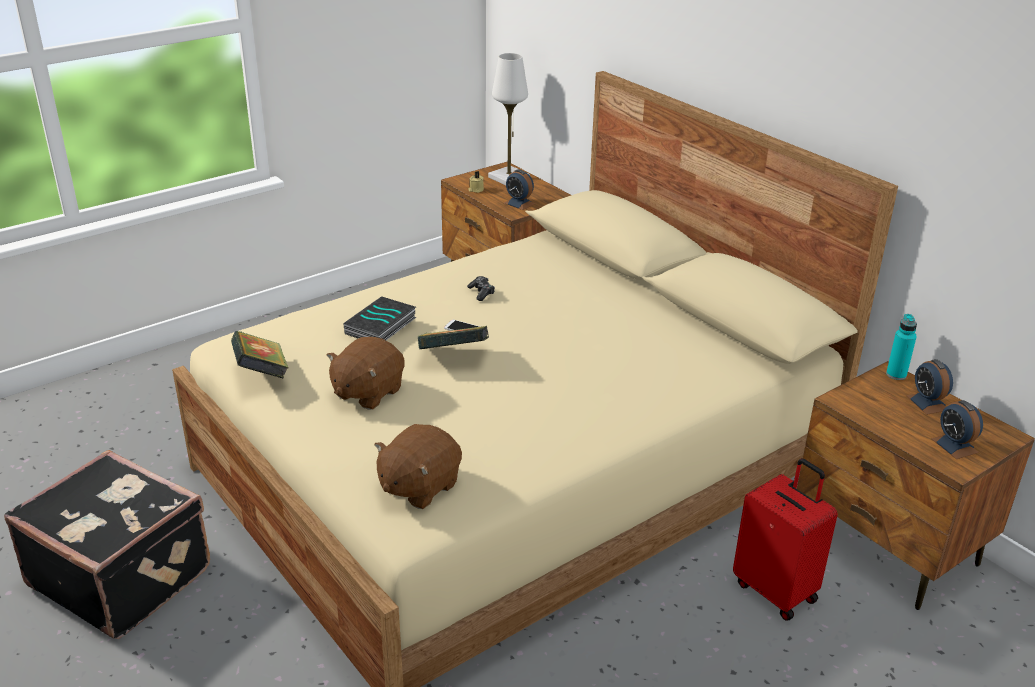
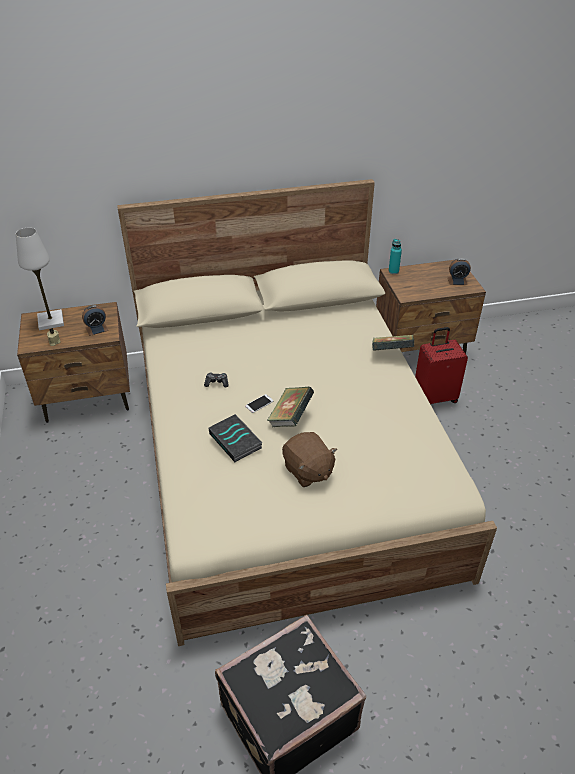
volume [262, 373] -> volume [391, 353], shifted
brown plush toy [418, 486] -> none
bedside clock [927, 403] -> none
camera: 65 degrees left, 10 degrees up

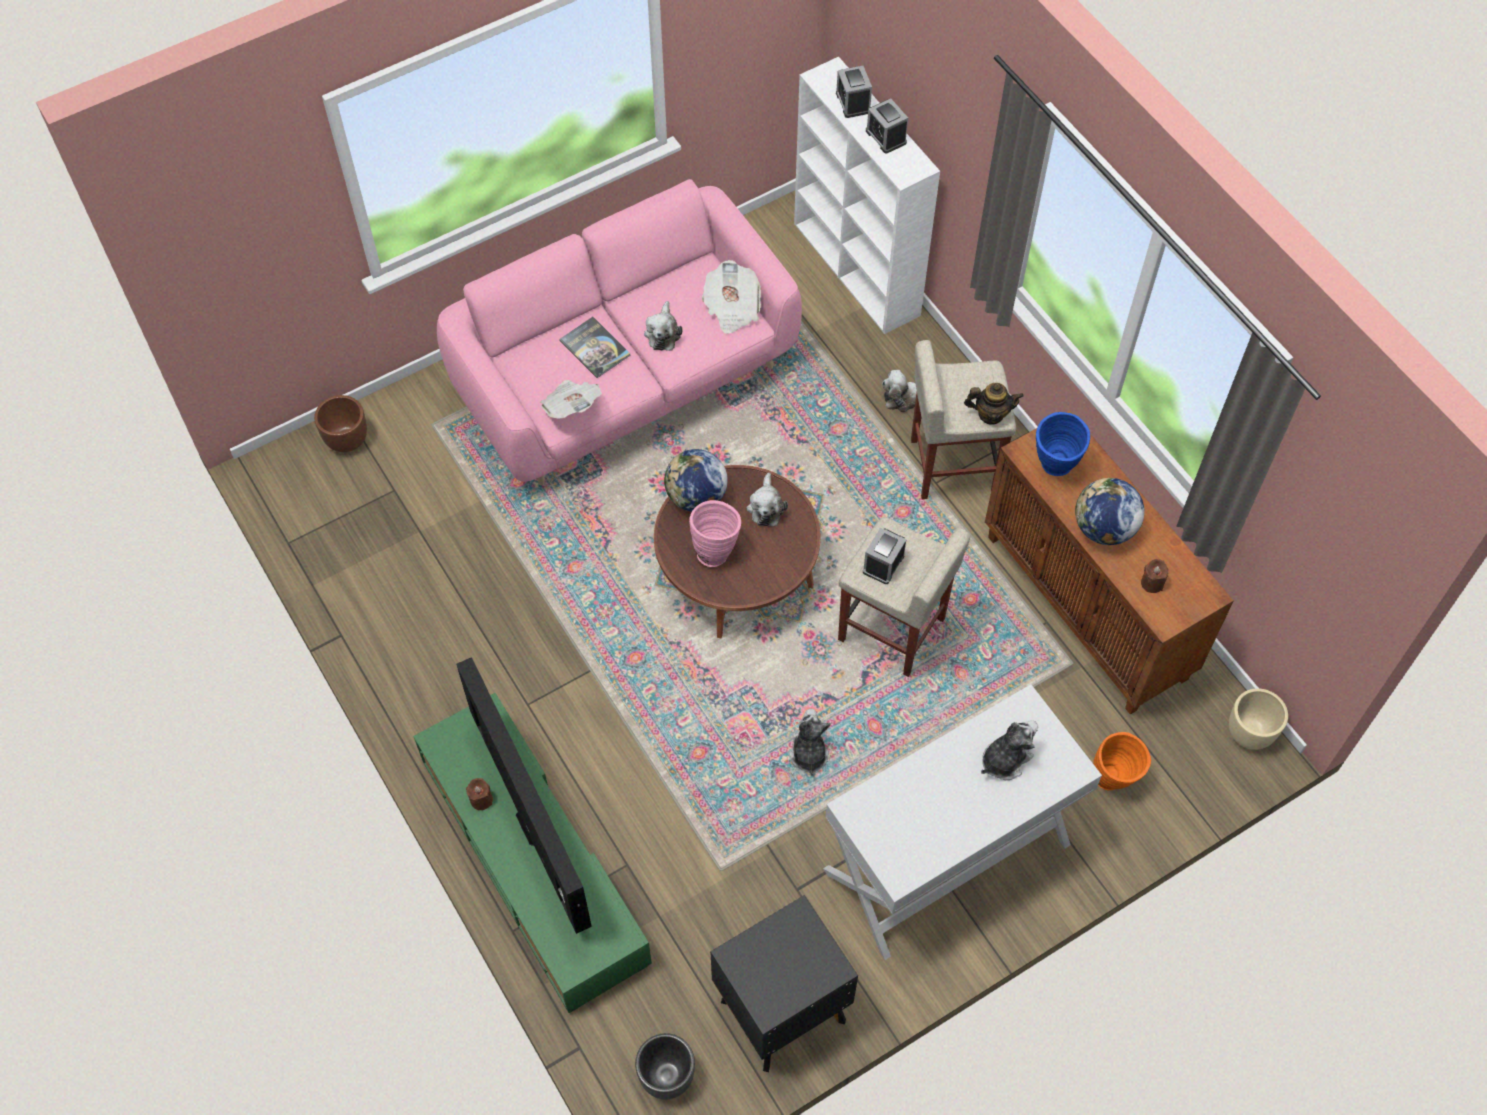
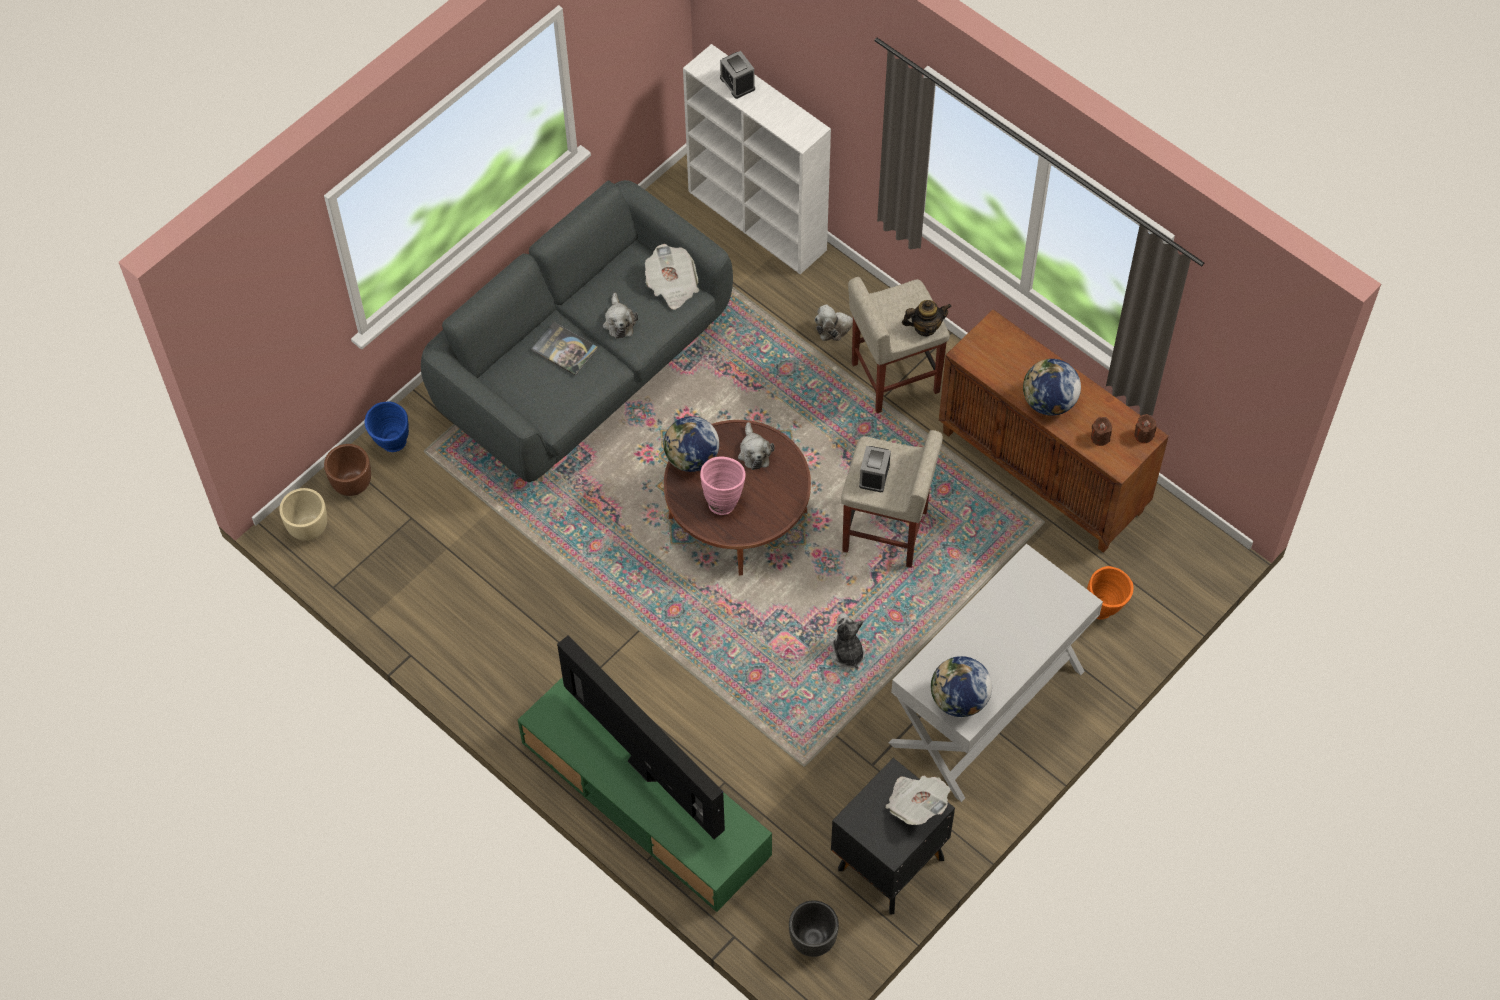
pink settee [624, 379] -> grey settee [582, 369]
brown candle [481, 799] -> brown candle [1143, 435], shifted
printed paper [571, 407] -> printed paper [916, 804], shifted
bedside clock [886, 137] -> none
plush toy [1004, 759] -> none
bluish decorative vase [1054, 469] -> bluish decorative vase [393, 447], shifted
beige planter [1250, 733] -> beige planter [308, 528], shifted
none -> globe [959, 700]
camera: 15 degrees left, 0 degrees up

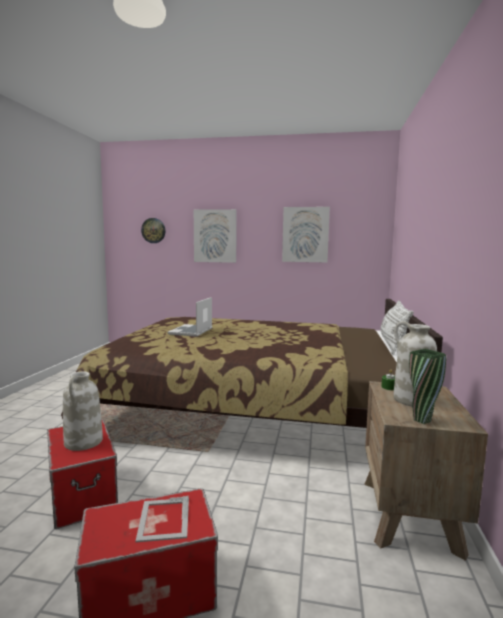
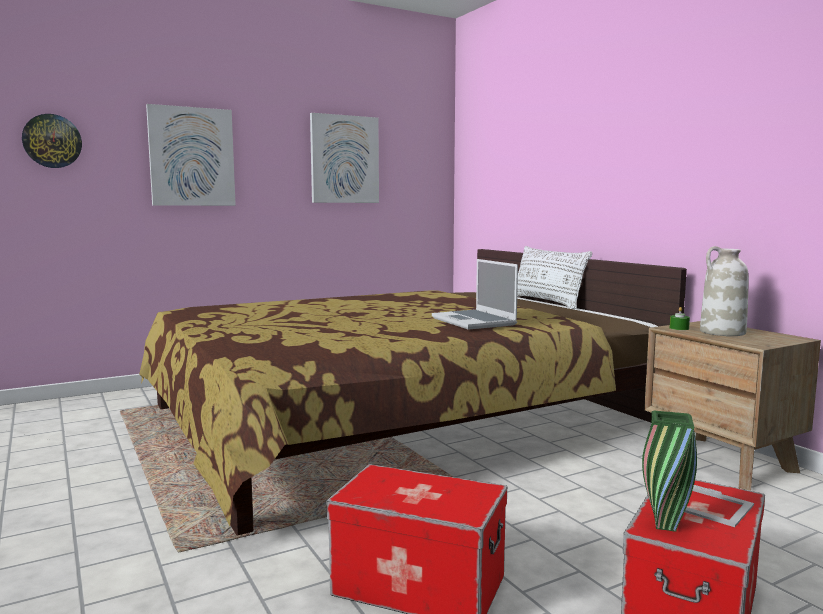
whitish decorative vase [83, 442] -> none
notebook computer [191, 331] -> notebook computer [475, 321], shifted
green-coloured decorative vase [422, 420] -> green-coloured decorative vase [665, 526], shifted
camera: 40 degrees left, 0 degrees up

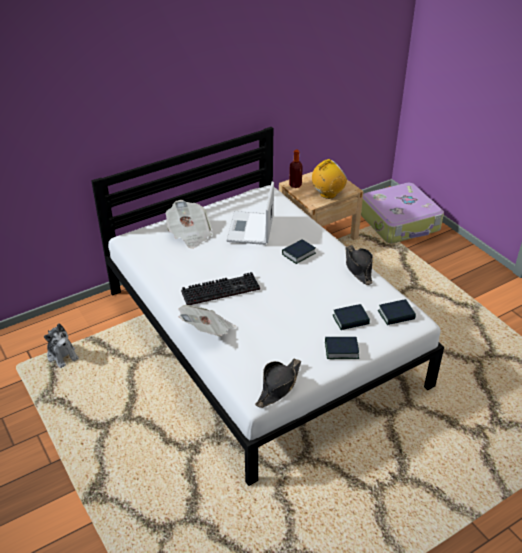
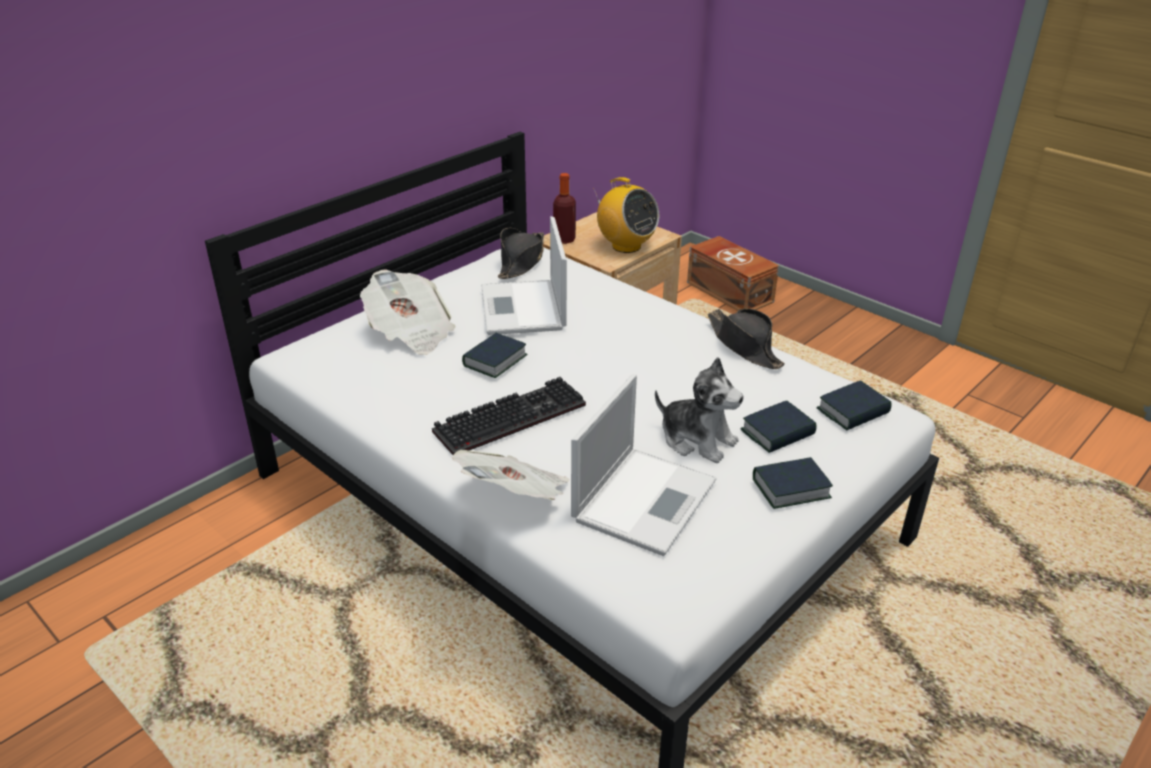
plush toy [62, 355] -> plush toy [697, 440], shifted
black clothing hat [278, 386] -> black clothing hat [521, 261], shifted
volume [298, 254] -> volume [495, 360], shifted
radio receiver [328, 194] -> radio receiver [626, 246], 90 degrees clockwise
piece of luggage [400, 222] -> brown storage bin [729, 291]
none -> notebook computer [645, 498]
camera: 15 degrees left, 5 degrees down

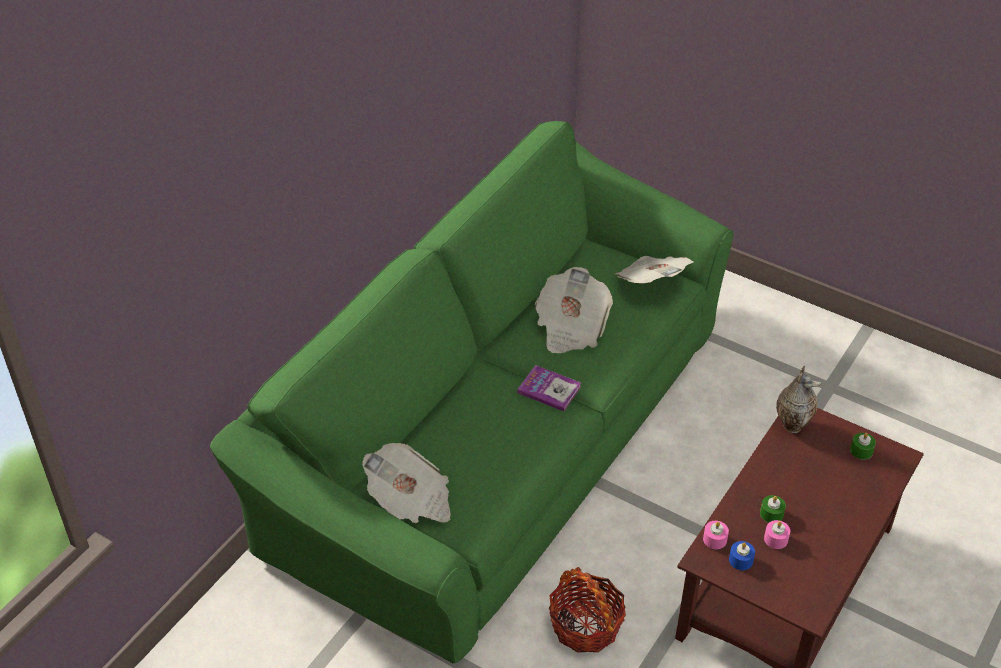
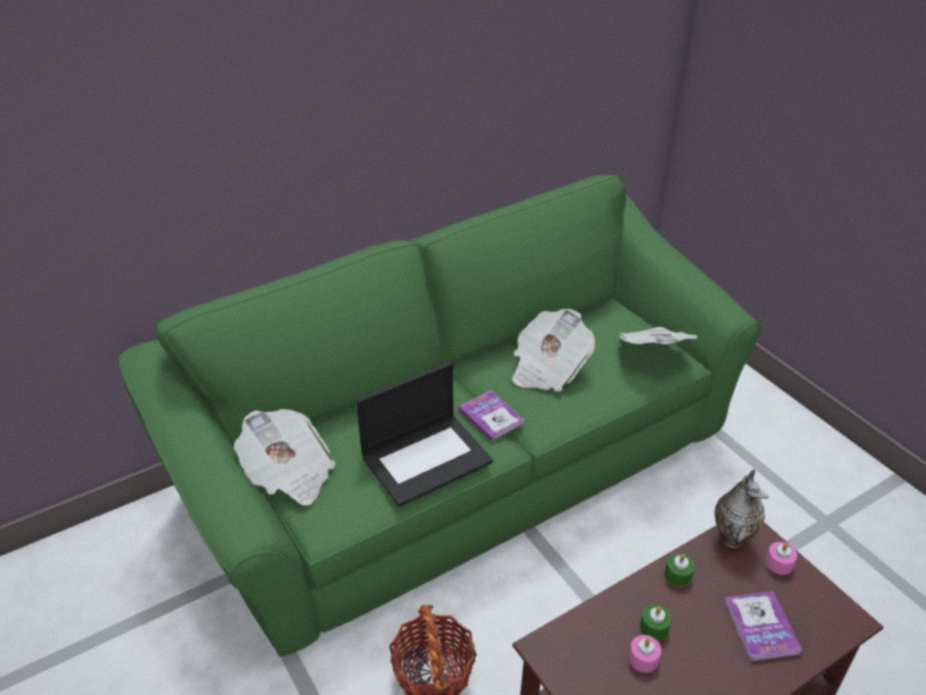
pink candle [715, 539] -> pink candle [779, 563], shifted
bluish candle [741, 560] -> none
green-coloured candle [861, 451] -> green-coloured candle [678, 575], shifted
none -> notebook computer [427, 458]
none -> volume [761, 627]
camera: 25 degrees right, 5 degrees down

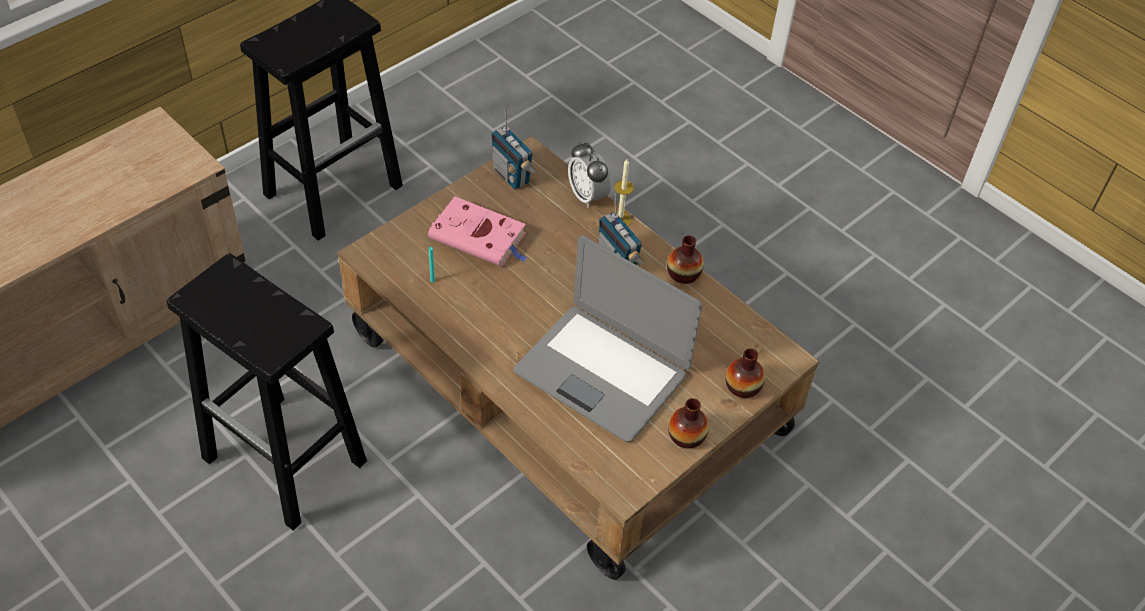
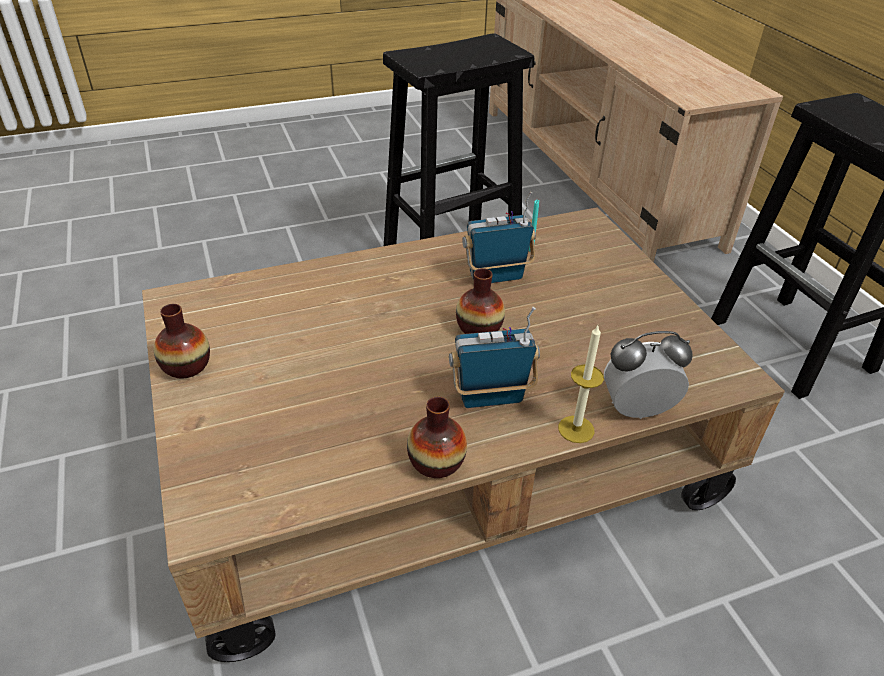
pink volume [480, 237] -> none
radio receiver [512, 176] -> radio receiver [496, 277], shifted
notebook computer [602, 372] -> none
decorative vase [742, 386] -> decorative vase [479, 328], shifted
camera: 115 degrees right, 10 degrees down

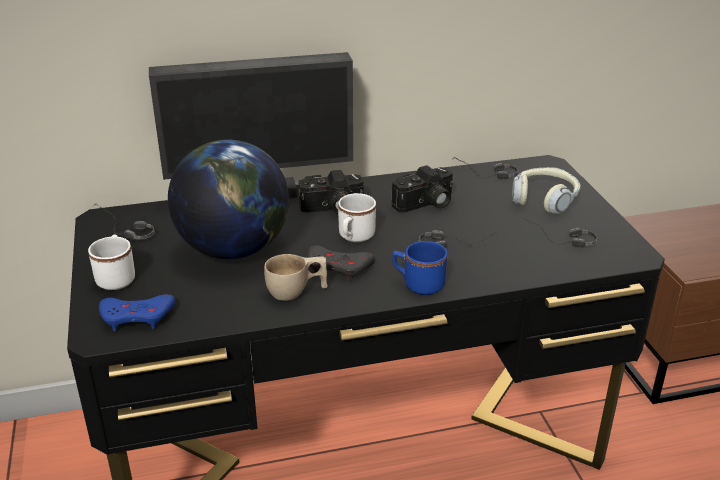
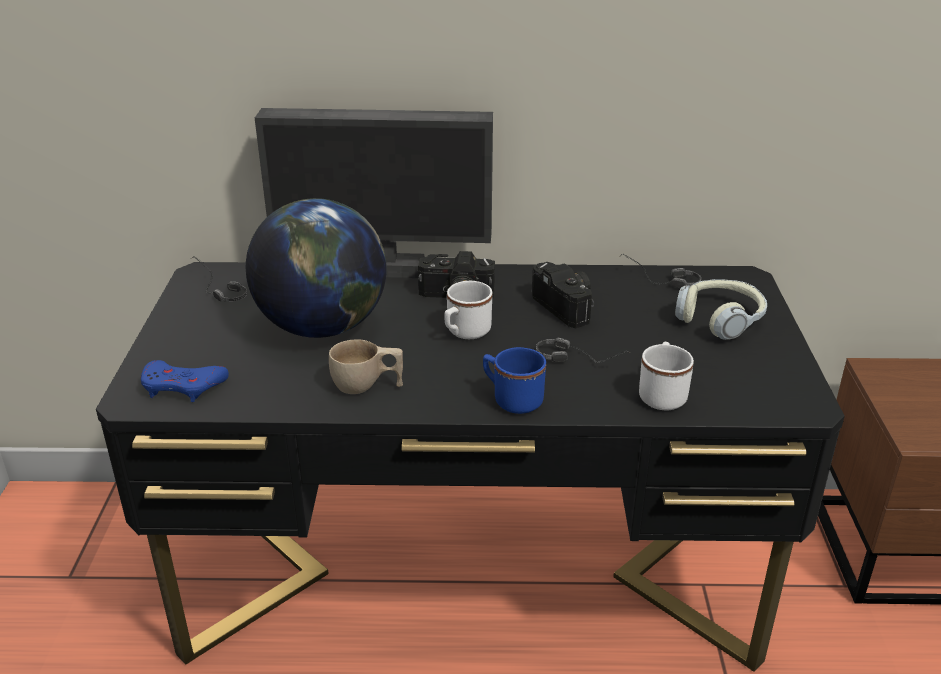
whitish coffee mug [116, 277] -> whitish coffee mug [662, 394], shifted
grey joypad [338, 267] -> none
photo camera [425, 204] -> photo camera [568, 306], 105 degrees counterclockwise
headphones [558, 241] -> none
camera: 15 degrees right, 0 degrees up

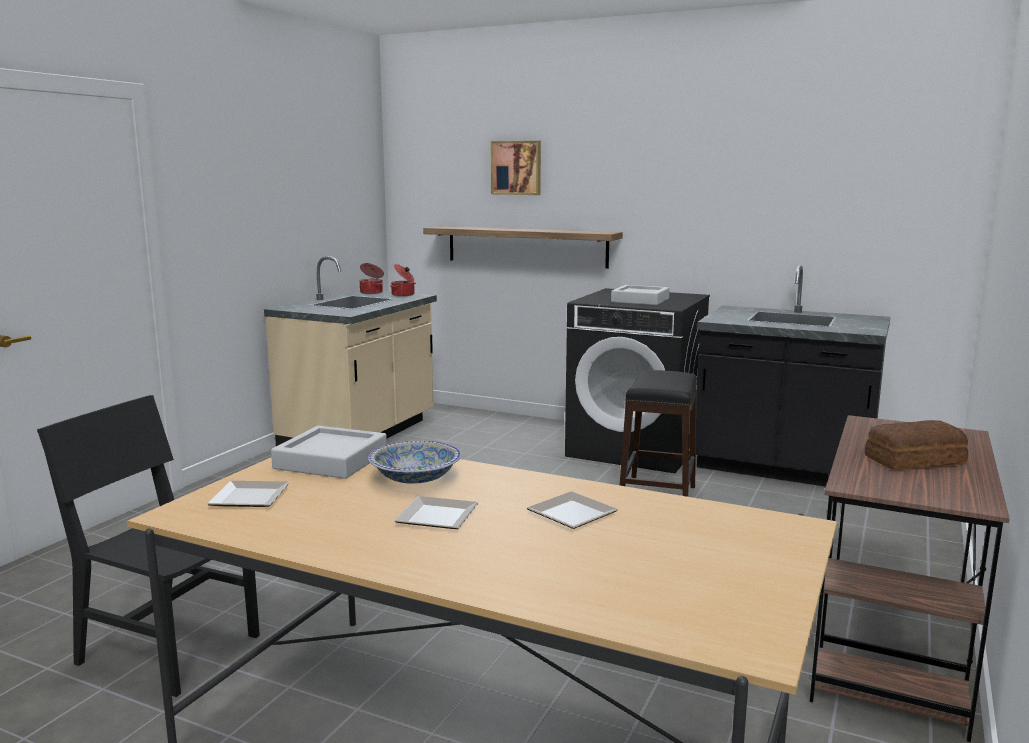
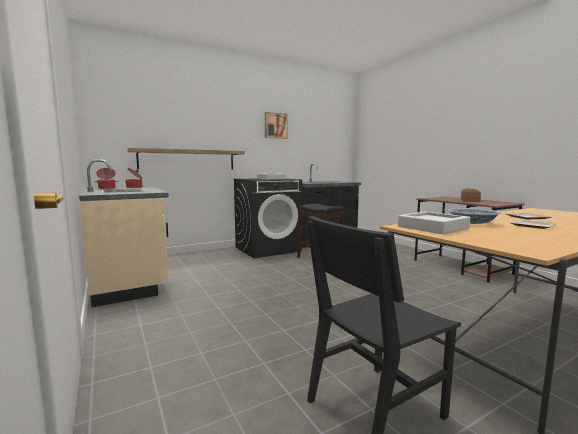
flat dish [252, 497] -> none
picture [516, 168] -> picture [275, 125], shifted
camera: 55 degrees left, 5 degrees down

